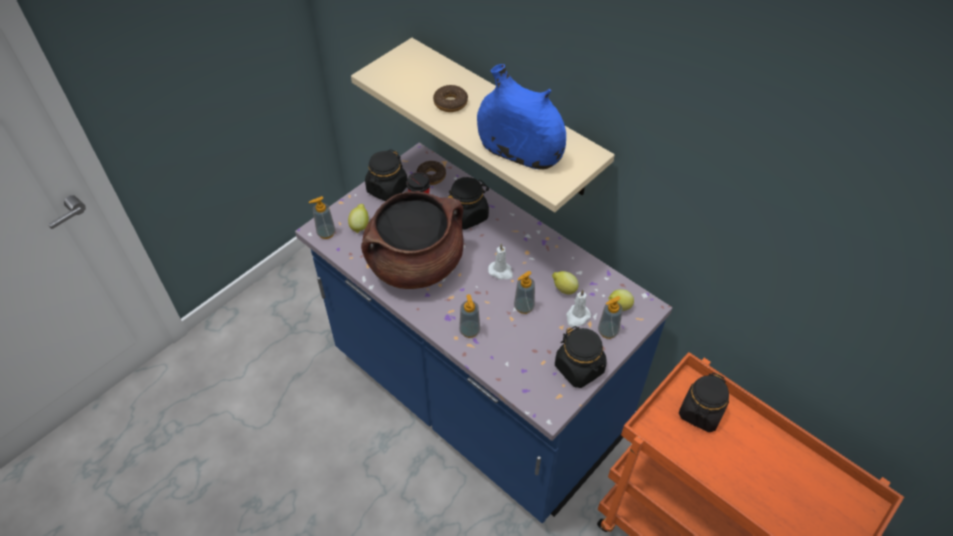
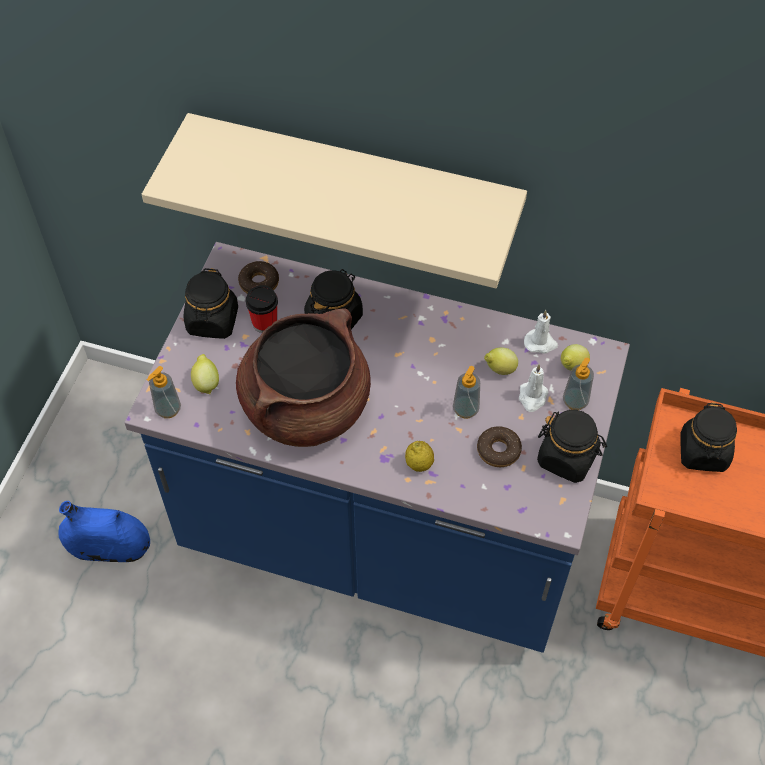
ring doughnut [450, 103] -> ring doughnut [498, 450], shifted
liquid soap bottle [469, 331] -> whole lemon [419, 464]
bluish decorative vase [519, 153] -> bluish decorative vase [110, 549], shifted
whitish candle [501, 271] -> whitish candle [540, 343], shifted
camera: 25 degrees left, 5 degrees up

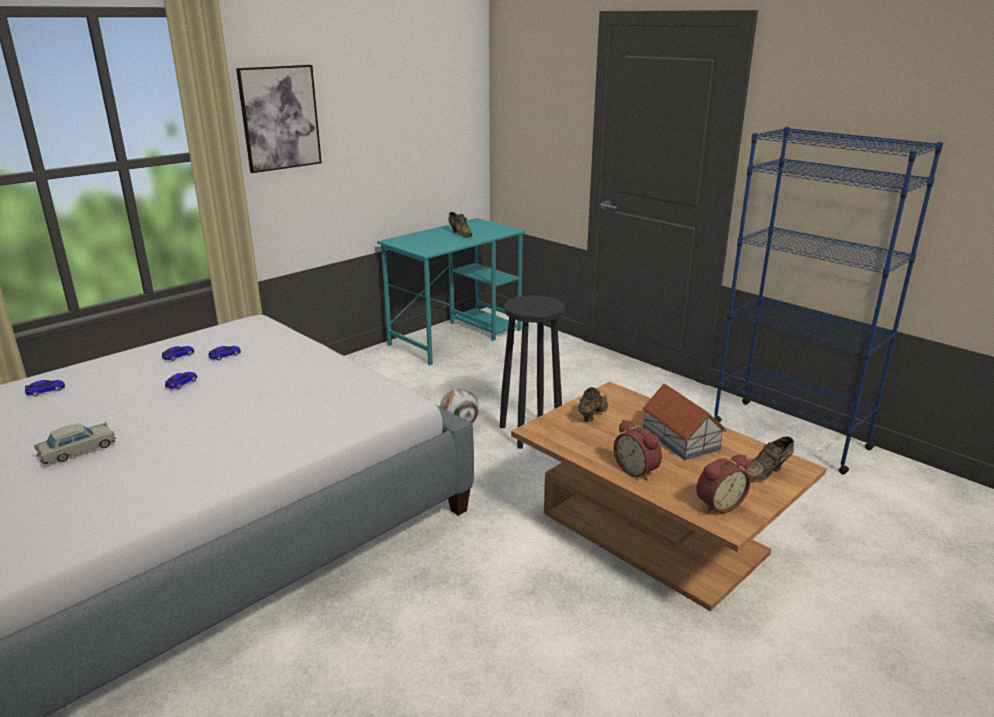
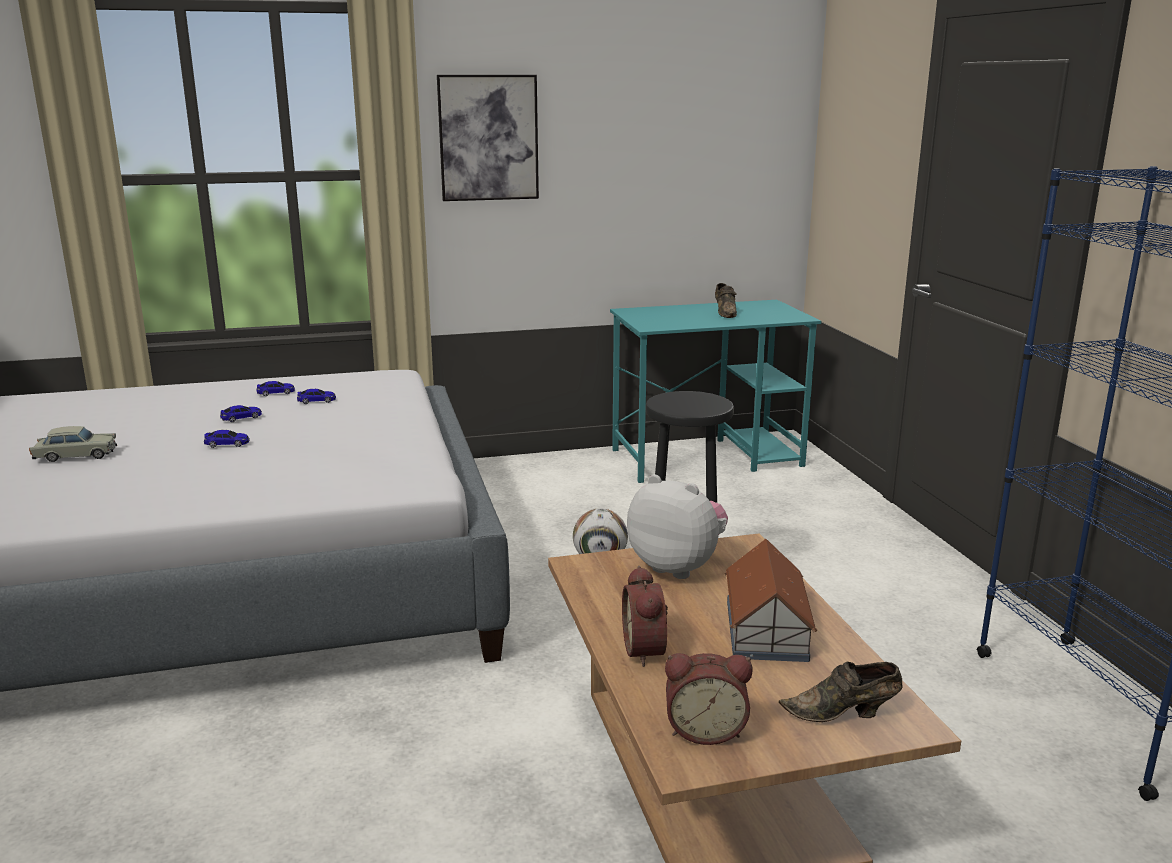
miniature car [46, 391] -> miniature car [227, 444], shifted
brown item of footwear [592, 414] -> plush toy [677, 567]
camera: 30 degrees right, 5 degrees down

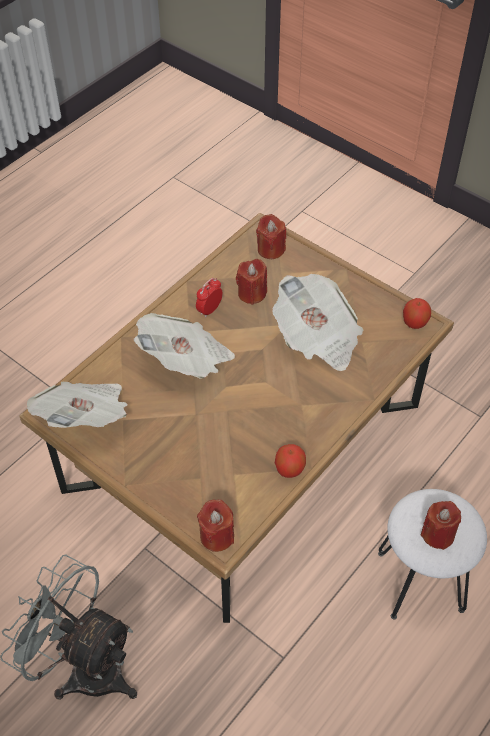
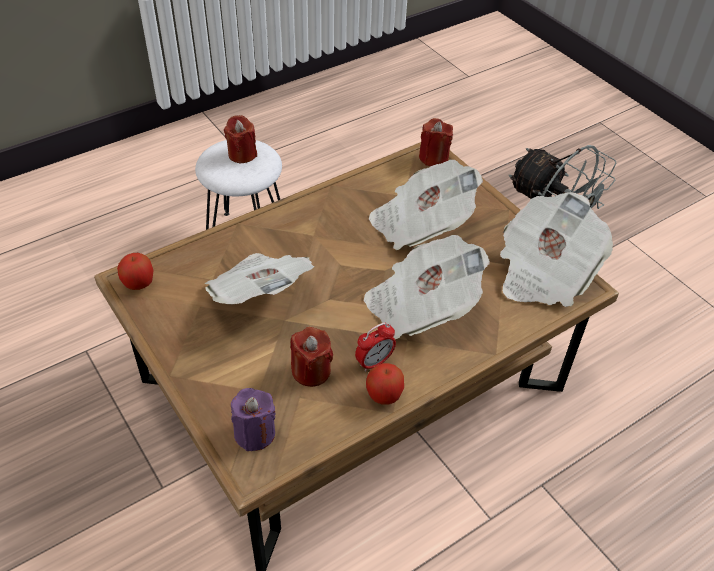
reddish candle [270, 249] -> purple-coloured candle [255, 433]
apple [289, 469] -> apple [384, 395], shifted
none -> printed paper [421, 224]
camera: 165 degrees left, 5 degrees down

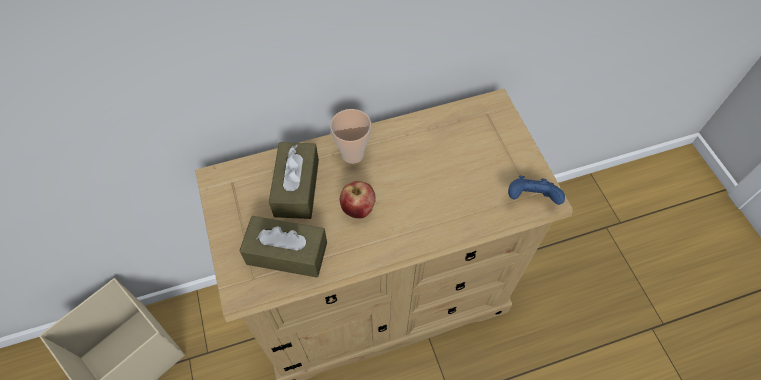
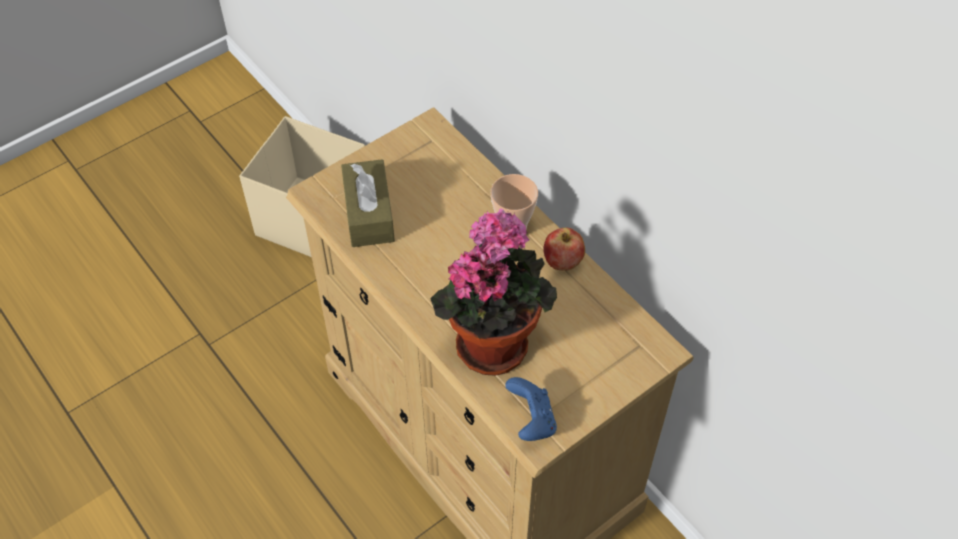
brown tissue box [296, 188] -> none
apple [358, 209] -> apple [562, 262], shifted
none -> houseplant [493, 340]
camera: 70 degrees right, 5 degrees down

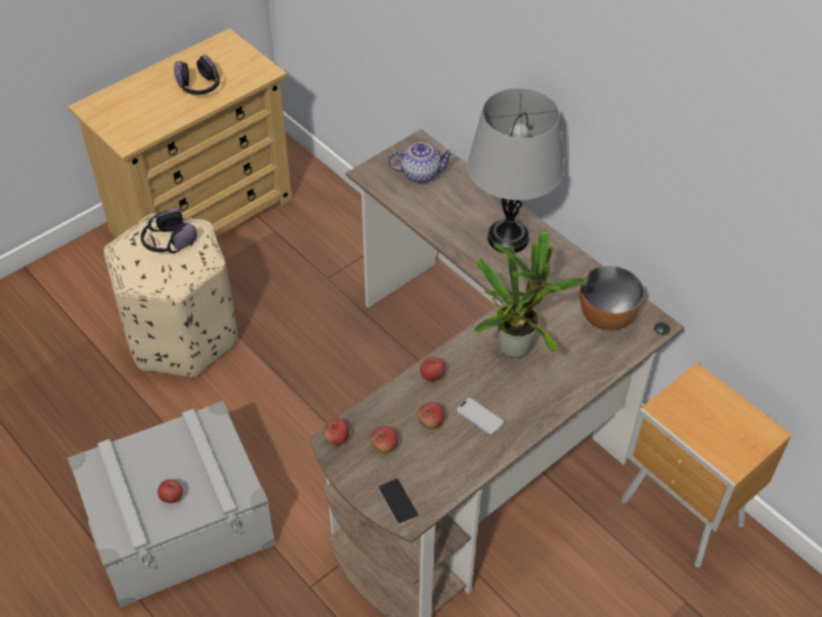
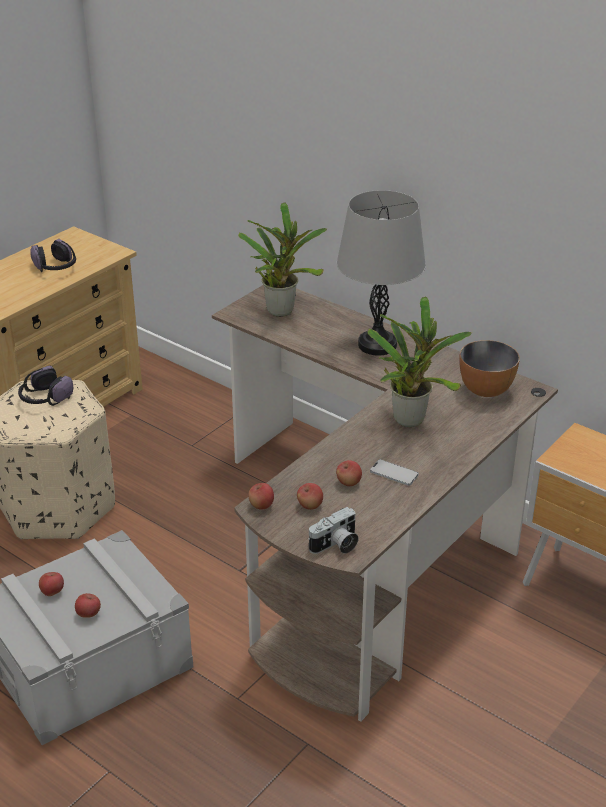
handset [398, 502] -> photo camera [336, 545]
pot for tea [420, 174] -> houseplant [281, 309]
apple [432, 376] -> apple [52, 592], shifted
camera: 10 degrees left, 15 degrees down

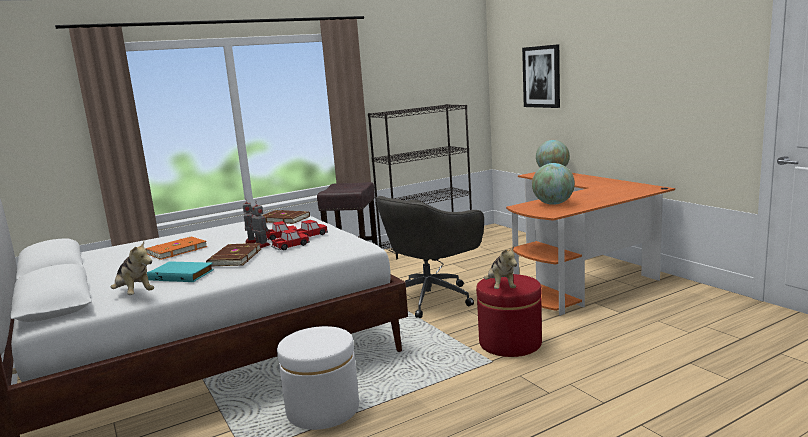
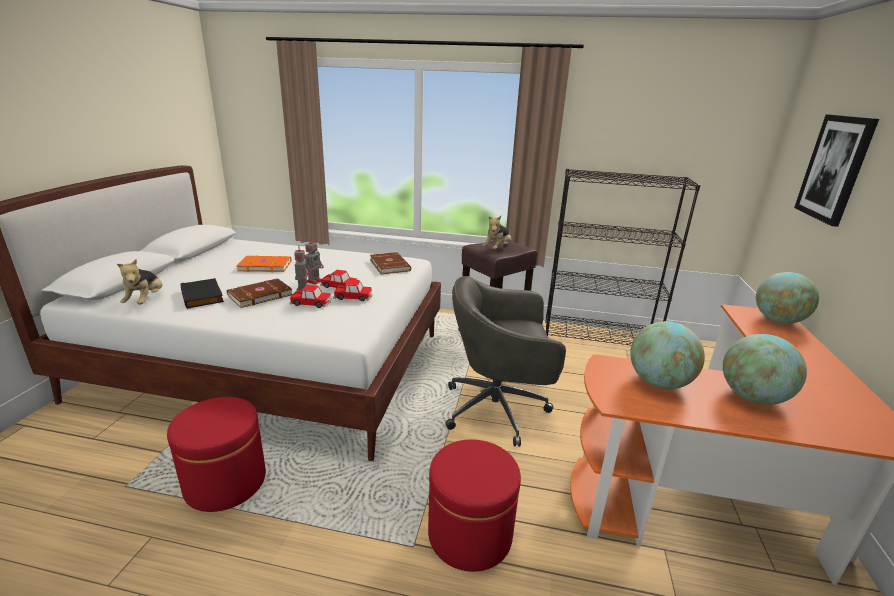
turquoise-coloured volume [182, 275] -> black volume [203, 296]
whitish ottoman [323, 409] -> reddish ottoman [225, 482]
plush toy [501, 287] -> plush toy [497, 249], shifted
none -> globe [752, 397]
camera: 40 degrees right, 10 degrees up

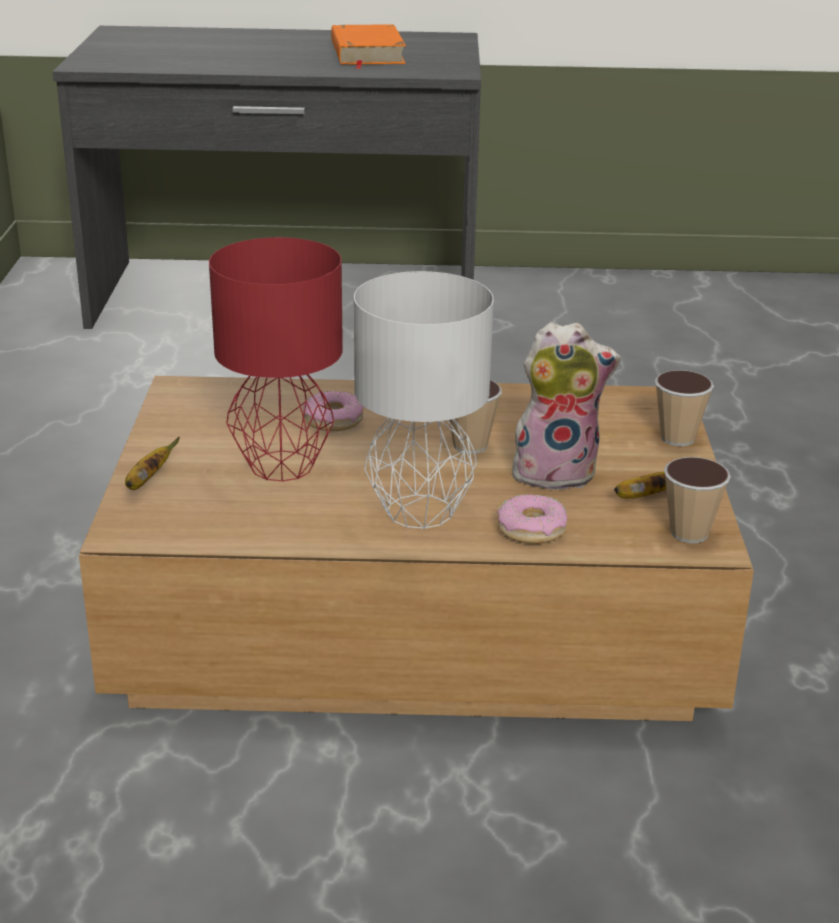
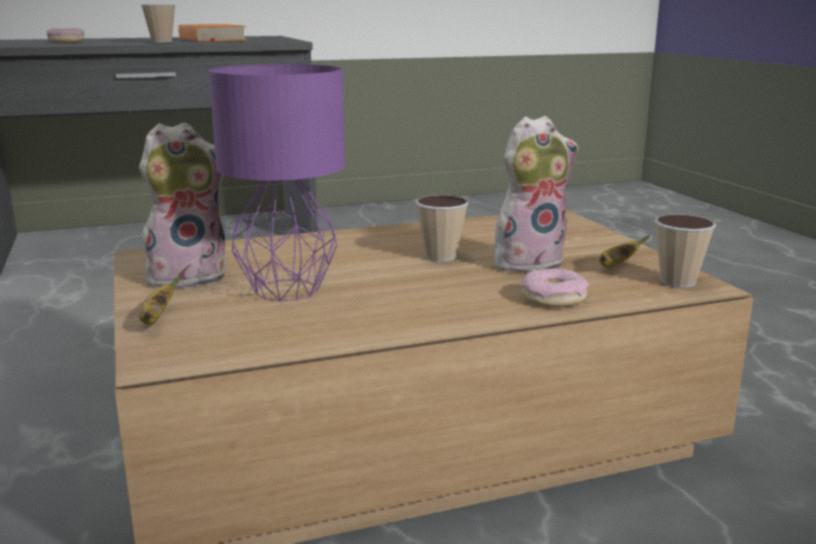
reddish table lamp [280, 467] -> purple-coloured table lamp [285, 291]
ring doughnut [333, 420] -> ring doughnut [66, 42], shifted
grey table lamp [421, 512] -> none
drinking cup [677, 438] -> drinking cup [161, 42], shifted
none -> plush toy [189, 276]
camera: 20 degrees left, 10 degrees down

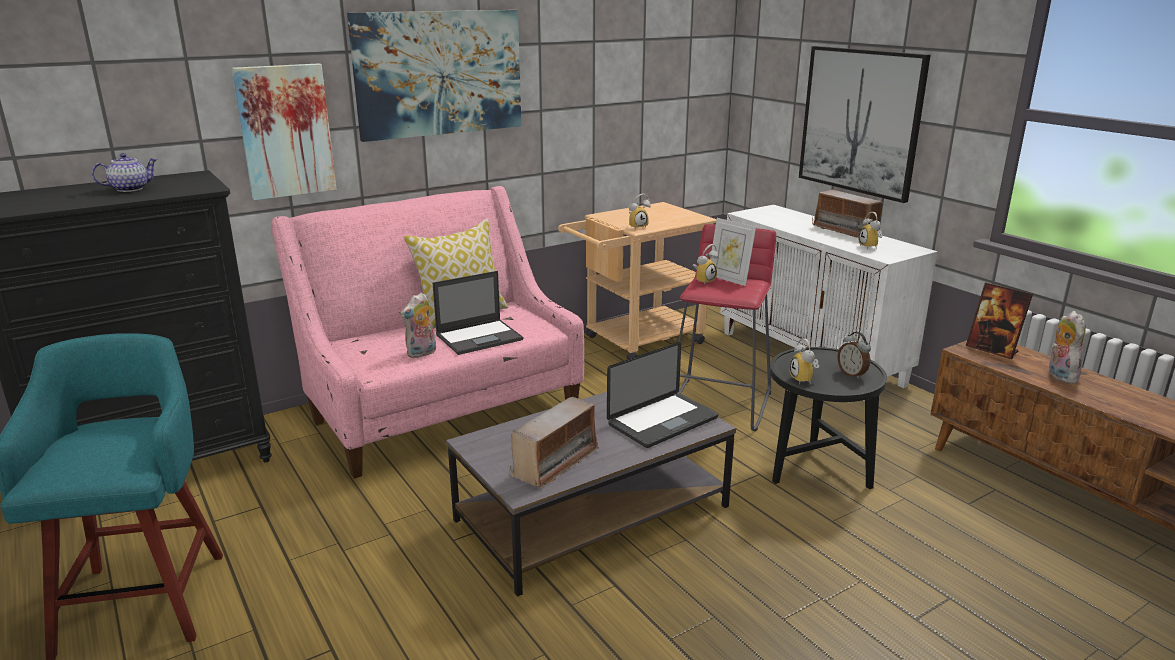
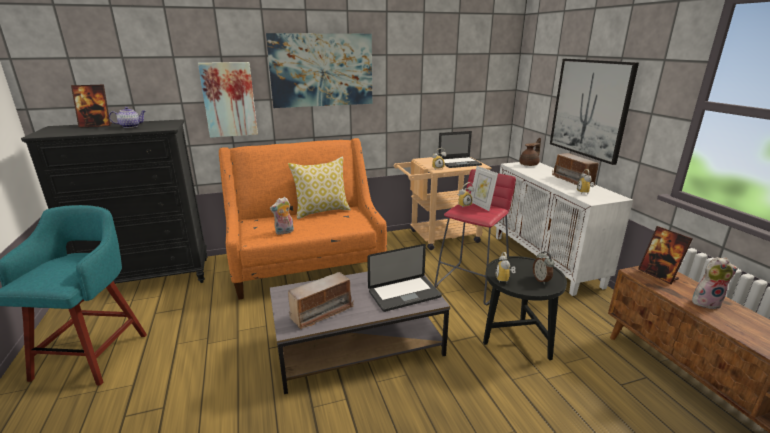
pink settee [441, 410] -> orange-coloured settee [307, 265]
notebook computer [480, 337] -> notebook computer [459, 162], shifted
plush toy [1059, 375] -> plush toy [706, 302], 75 degrees clockwise
none -> photo frame [96, 125]
none -> brown pot for tea [529, 164]
camera: 15 degrees right, 0 degrees up

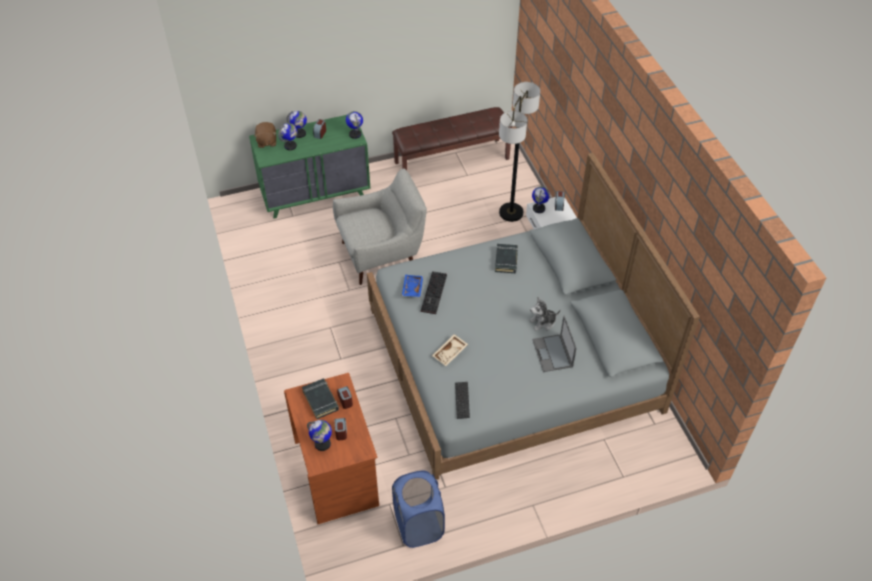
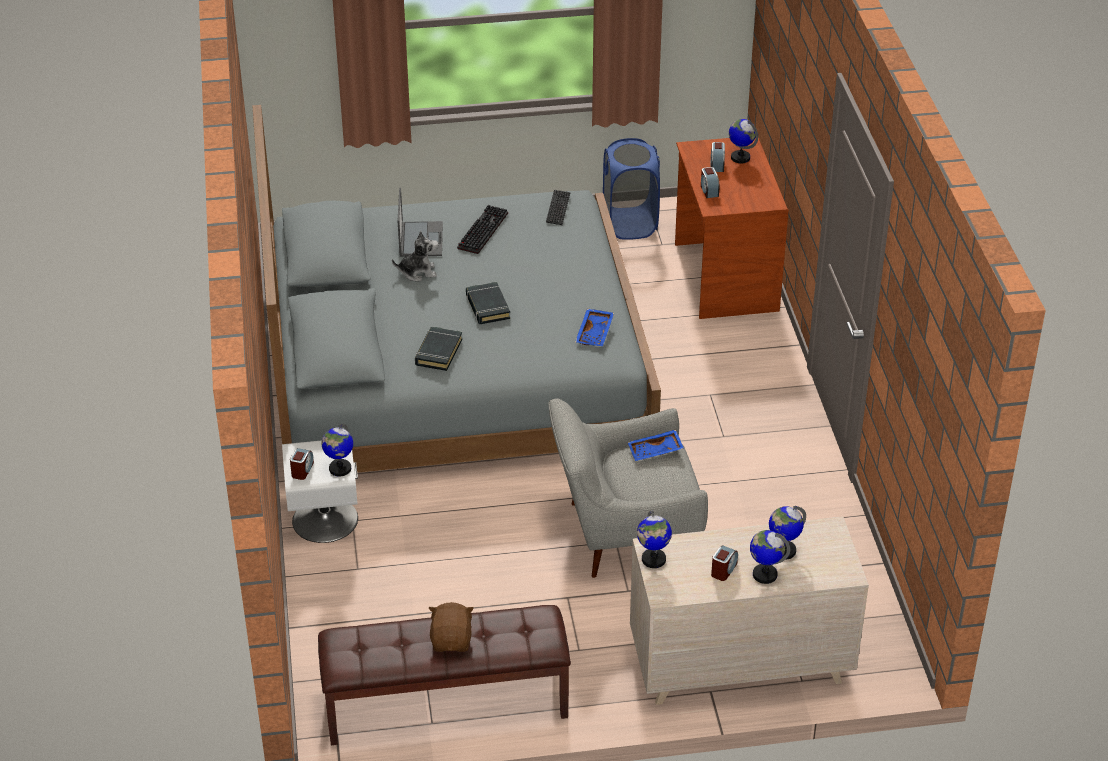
green-coloured drawer chest [315, 194] -> beige drawer chest [739, 665]
brown plush toy [266, 142] -> brown plush toy [452, 640], shifted
black volume [320, 400] -> black volume [487, 306], shifted
keyboard [434, 294] -> keyboard [482, 230], shifted
beige tray [450, 353] -> none
standing lamp [511, 213] -> none
none -> bluish tray [655, 451]
camera: 170 degrees left, 10 degrees down

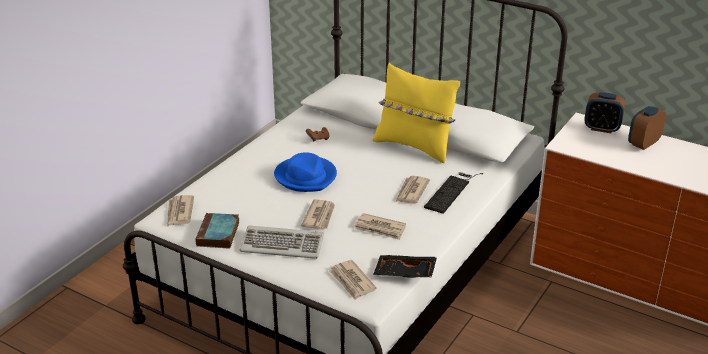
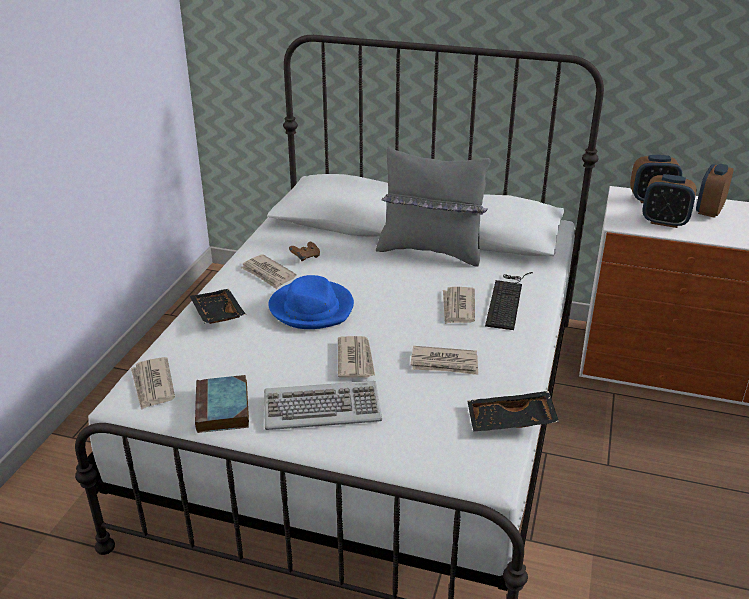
printed paper [352, 281] -> printed paper [268, 274], shifted
yellow cushion [414, 146] -> grey cushion [431, 251]
none -> black tray [216, 314]
none -> bedside clock [664, 222]
camera: 15 degrees left, 0 degrees up

